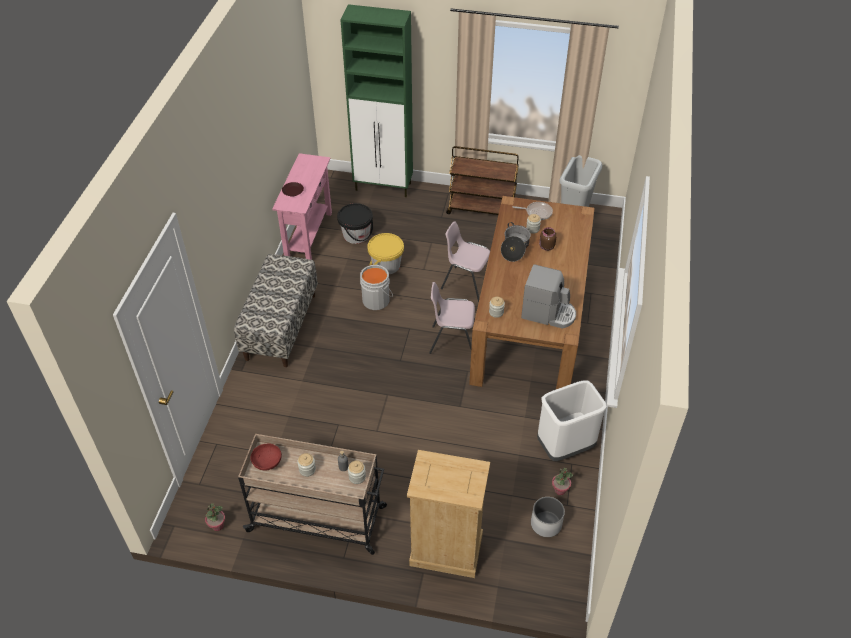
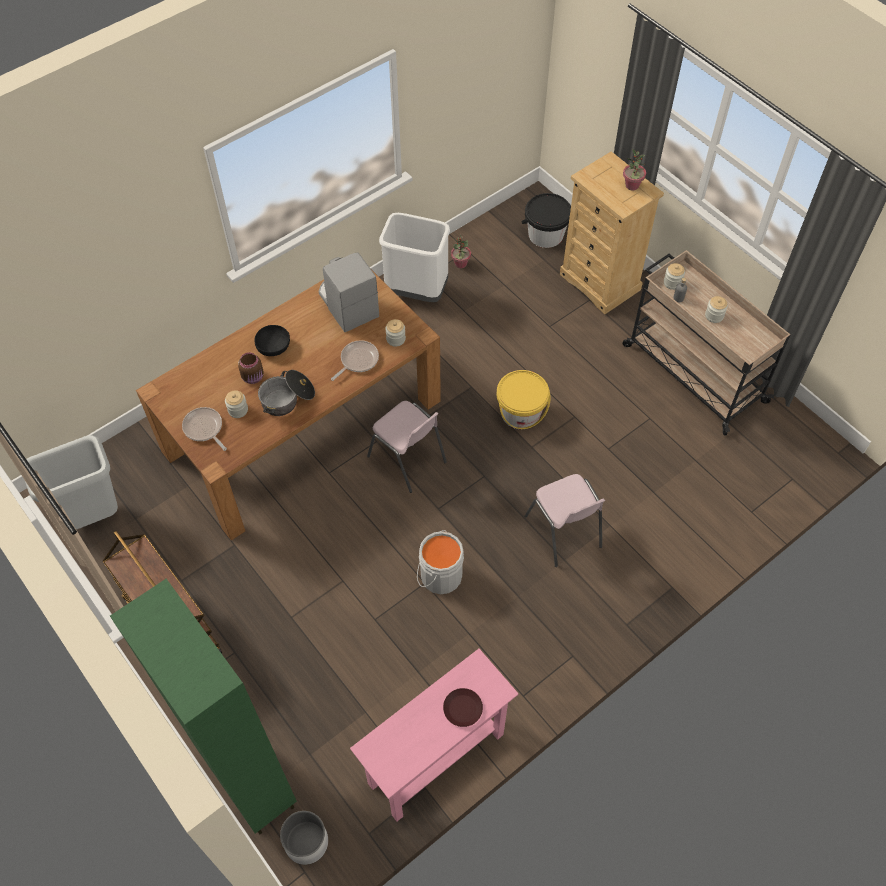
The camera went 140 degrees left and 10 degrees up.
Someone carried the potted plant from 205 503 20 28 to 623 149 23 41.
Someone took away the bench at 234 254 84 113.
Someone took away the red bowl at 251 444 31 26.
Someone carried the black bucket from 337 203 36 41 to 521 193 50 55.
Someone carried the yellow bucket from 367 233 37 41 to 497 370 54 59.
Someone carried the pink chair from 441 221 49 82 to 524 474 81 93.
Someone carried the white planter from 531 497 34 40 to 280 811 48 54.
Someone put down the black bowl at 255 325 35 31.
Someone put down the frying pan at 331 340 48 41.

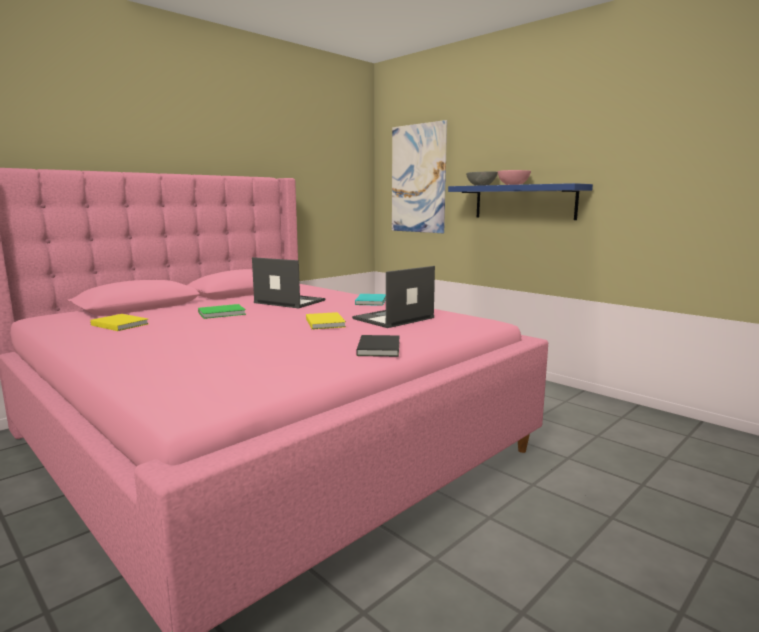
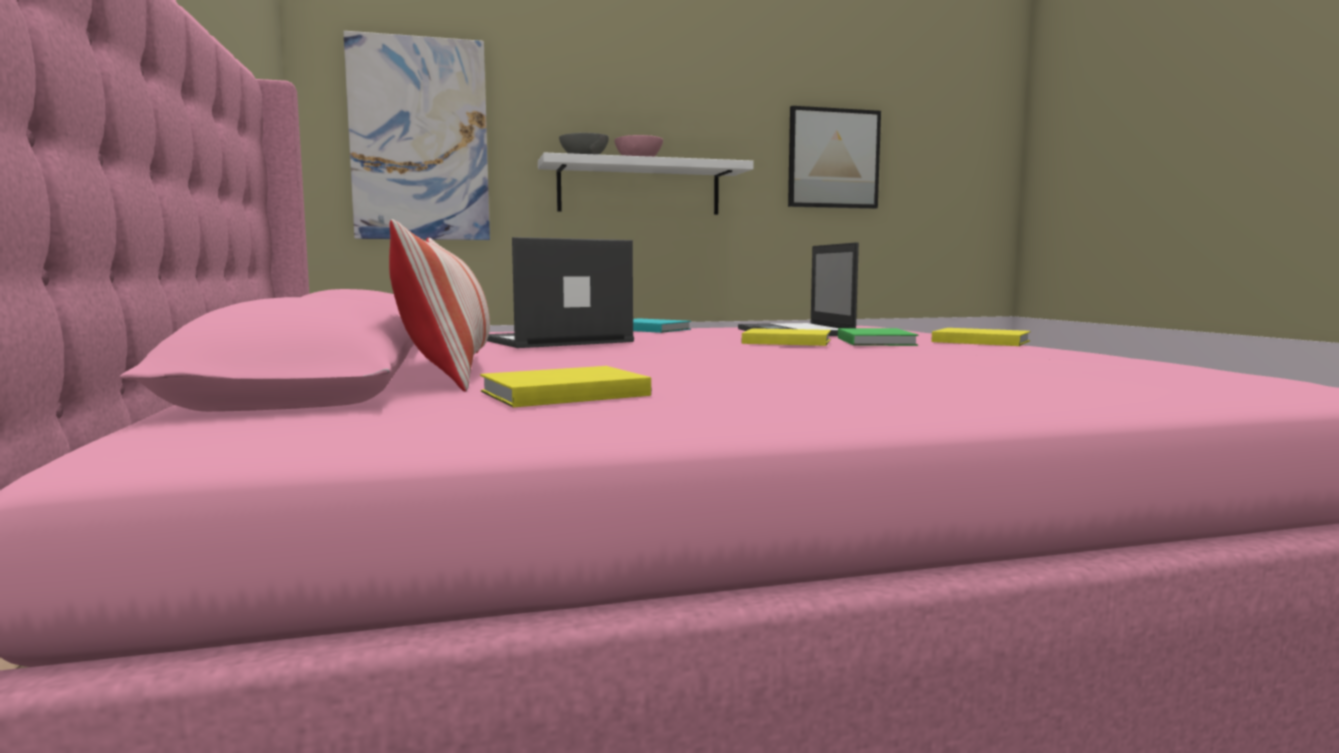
The camera went 60 degrees left and 5 degrees down.
Someone carried the green book from 198 304 48 15 to 838 328 80 18.
Someone repainted the black book at 356 335 44 22, which became the yellow book at 932 328 99 18.
Someone repainted the blue shelf at 448 183 145 37, which became the white shelf at 538 153 216 62.
Someone put down the pillow at 389 219 101 173.
Someone put up the picture at 788 106 93 103.

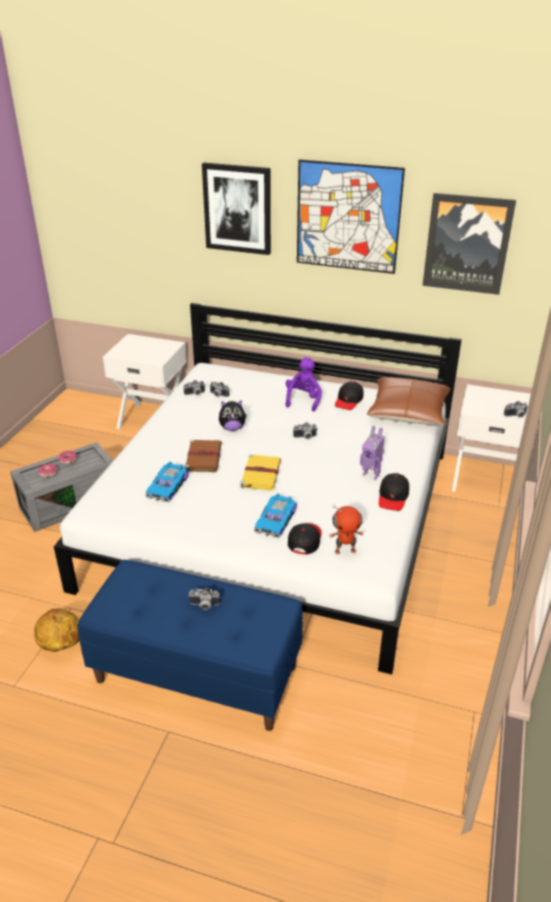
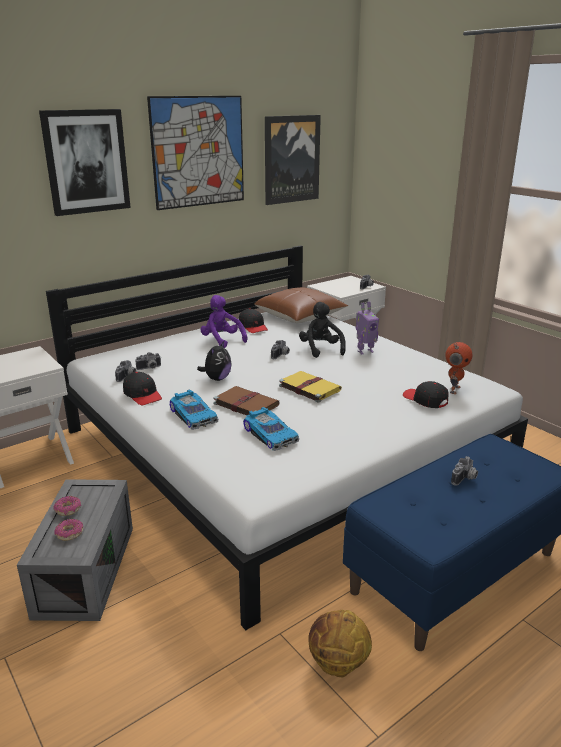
The camera went 55 degrees left and 10 degrees down.
Someone carried the toy car from 254 493 42 45 to 170 390 48 40.
Someone carried the black cap from 379 473 30 38 to 123 372 39 33.
Someone put down the black plush toy at 299 302 47 56.

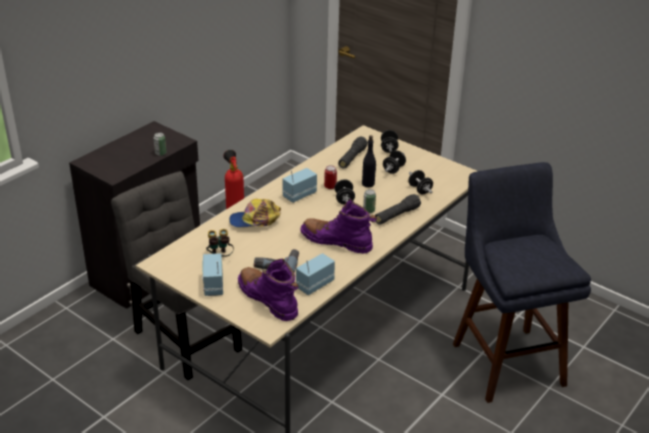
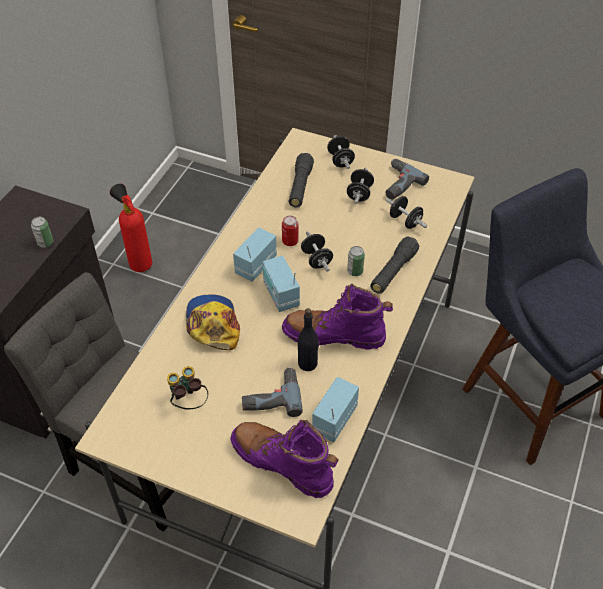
The camera went 15 degrees left and 15 degrees up.
Someone carried the radio from 202 253 21 43 to 262 255 38 57.
Someone rotated the cap at 229 199 52 29 by 105 degrees clockwise.
Someone carried the black bottle from 362 135 14 52 to 298 308 21 63.
Someone put down the power drill at 386 159 43 41.

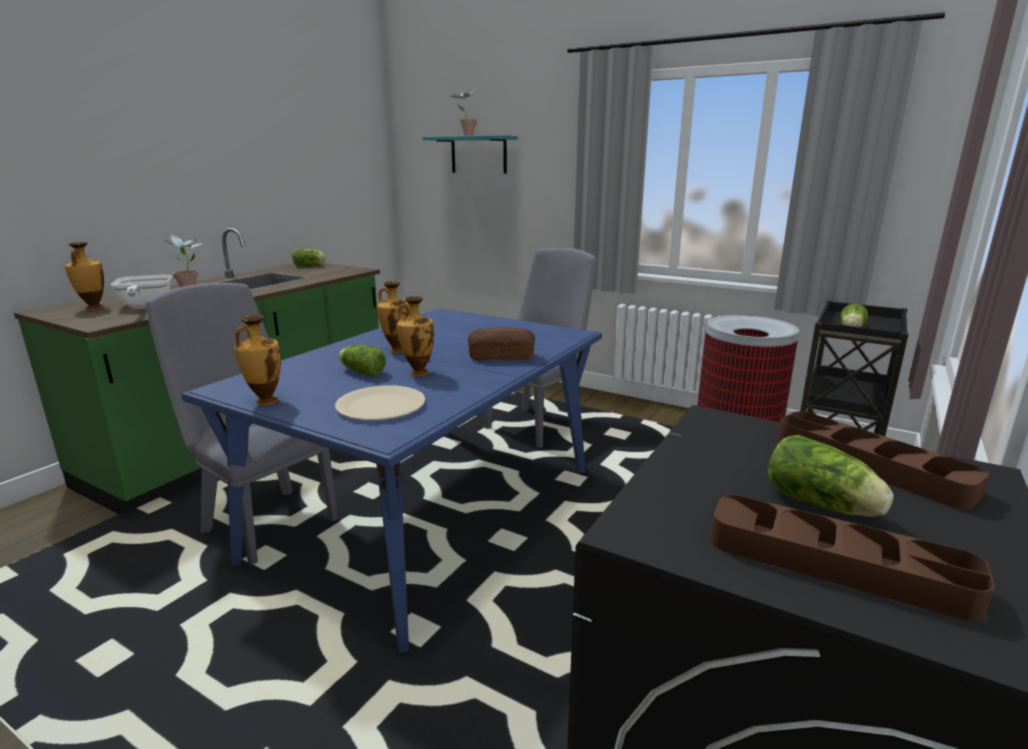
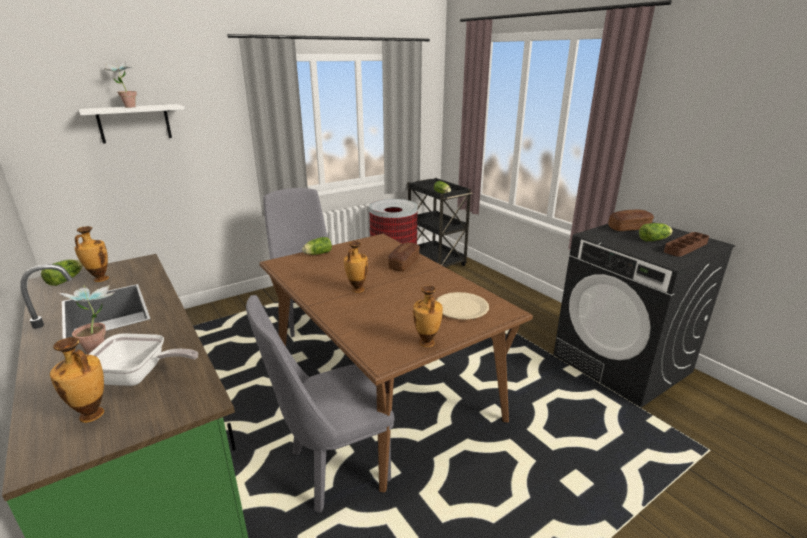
The camera went 65 degrees left and 5 degrees up.
Someone repainted the blue dining table at 181 308 421 345, which became the brown dining table at 259 234 274 258.
Someone carried the lettuce from 338 344 48 32 to 302 237 30 18.
Someone carried the vase from 397 296 37 80 to 74 226 35 56.
Someone repainted the turquoise shelf at 422 135 96 39, which became the white shelf at 78 104 107 40.
Someone swapped the brown tray at 778 411 211 98 for the bread at 608 210 46 21.

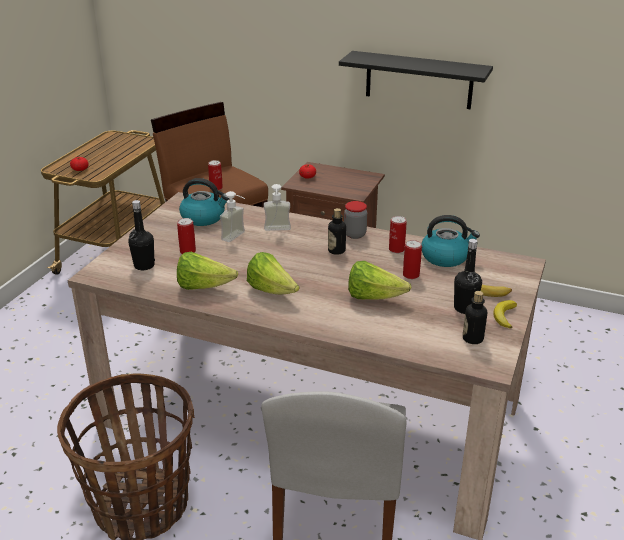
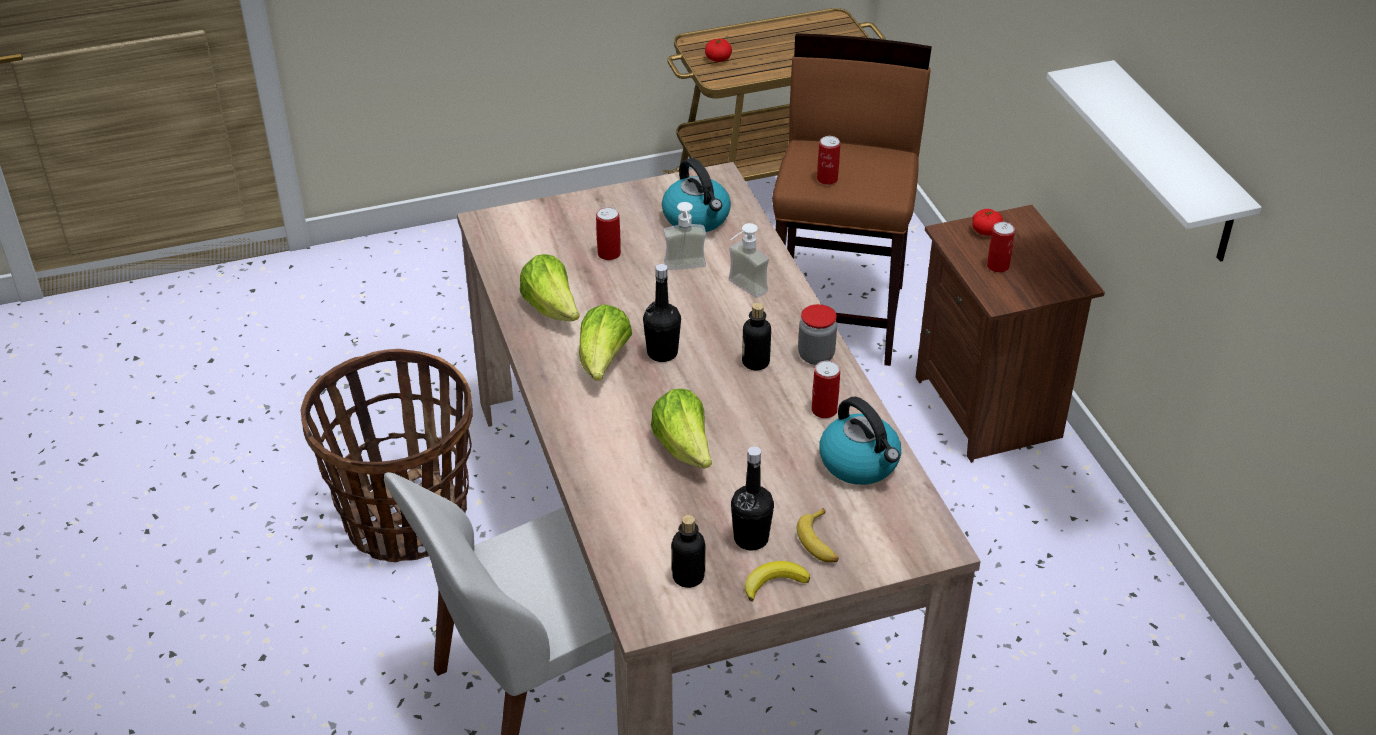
The camera went 50 degrees right and 10 degrees up.
Someone carried the black bottle from 128 200 27 70 to 643 264 38 98.
Someone repainted the black shelf at 339 51 154 58, which became the white shelf at 1047 60 214 202.
Someone carried the can from 403 240 19 39 to 987 222 28 51.

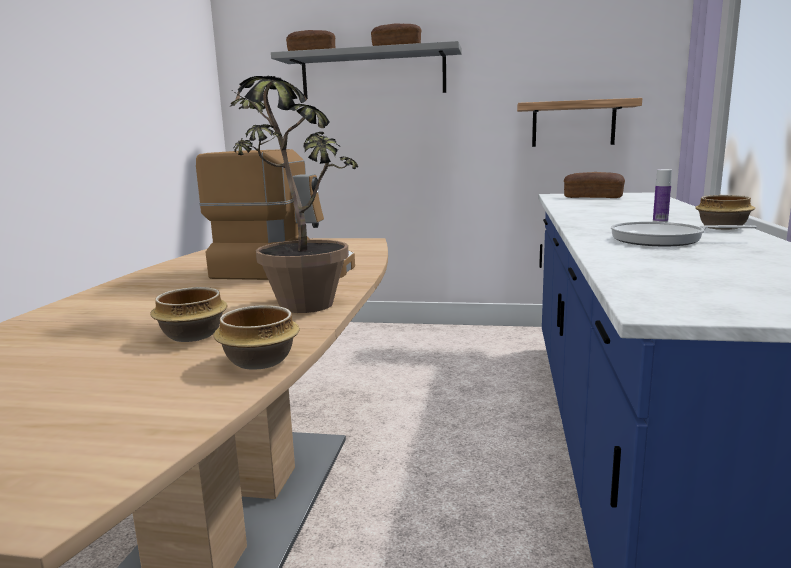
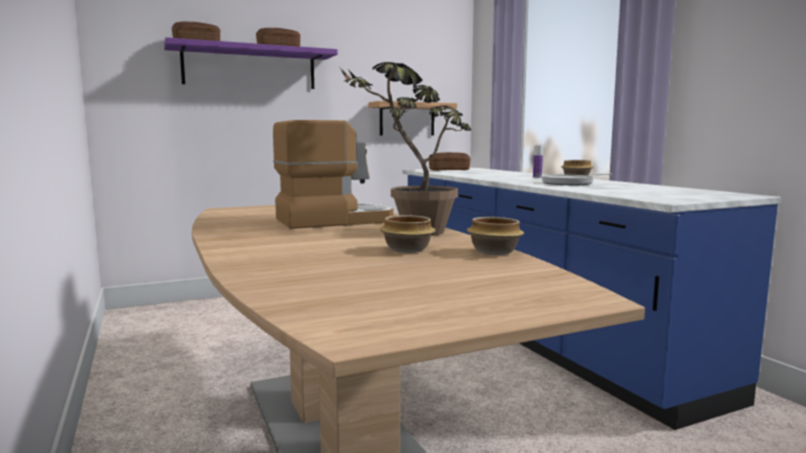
The camera went 35 degrees left and 5 degrees down.
Someone repainted the grey shelf at 271 41 191 58, which became the purple shelf at 164 37 174 52.

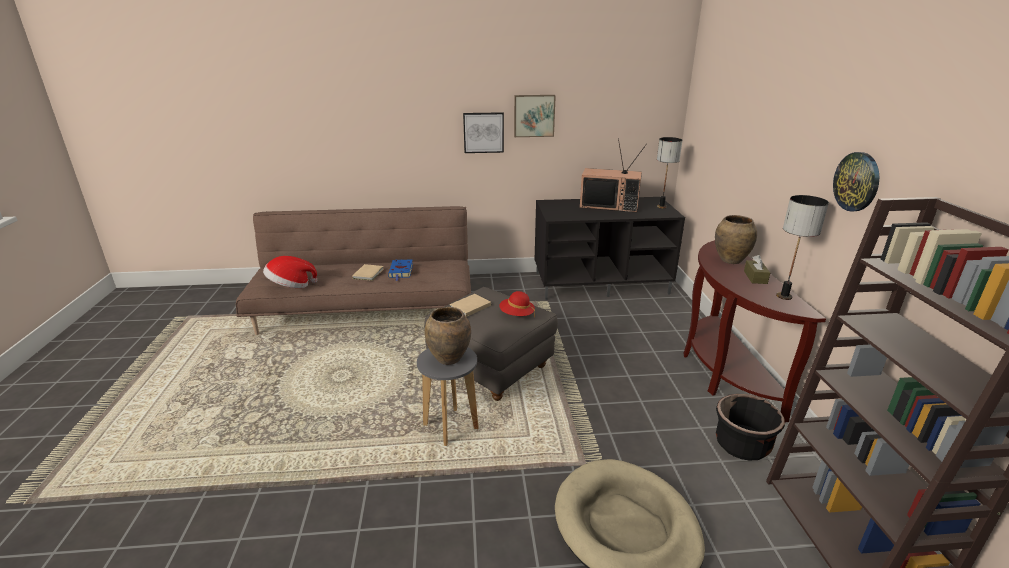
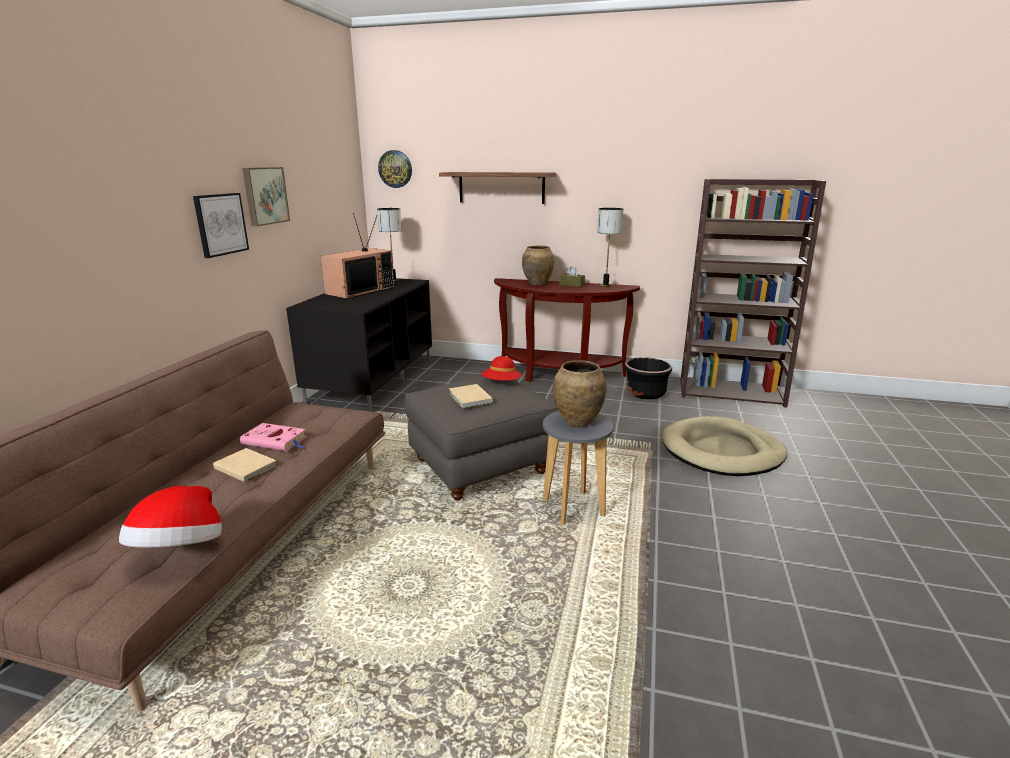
The camera went 70 degrees left and 5 degrees down.
Someone repainted the blue book at 388 259 25 22, which became the pink book at 240 423 67 28.
Someone carried the wall clock from 833 152 46 59 to 378 150 34 38.
Someone put up the shelf at 439 172 117 32.

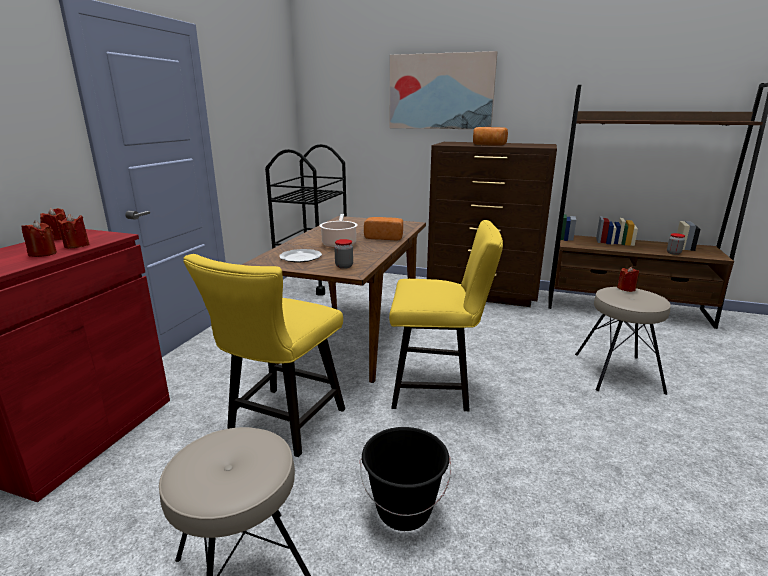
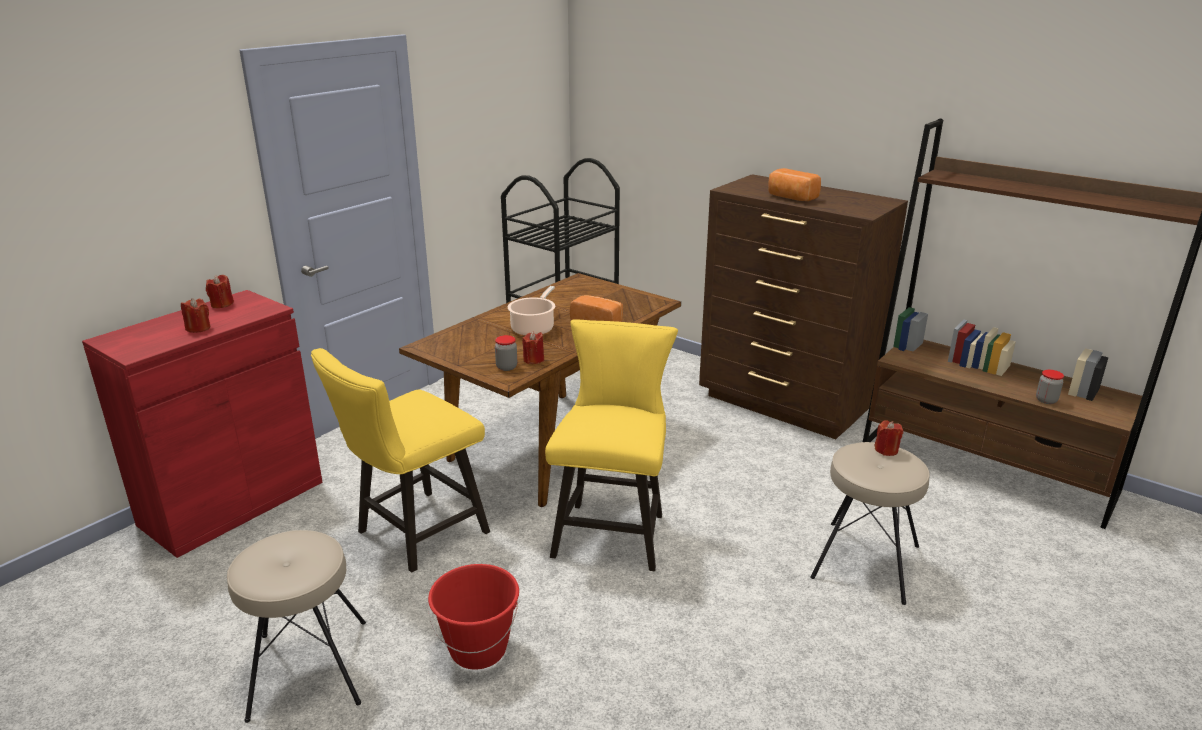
The camera went 20 degrees right and 5 degrees up.
Someone carried the red candle from 58 214 31 35 to 522 331 22 33.
Someone took away the plate at 279 249 43 13.
Someone repainted the black bucket at 360 427 91 104, which became the red bucket at 428 564 91 105.
Someone rotated the yellow chair at 389 220 114 191 by 105 degrees counterclockwise.
Someone took away the picture at 390 51 107 78.

